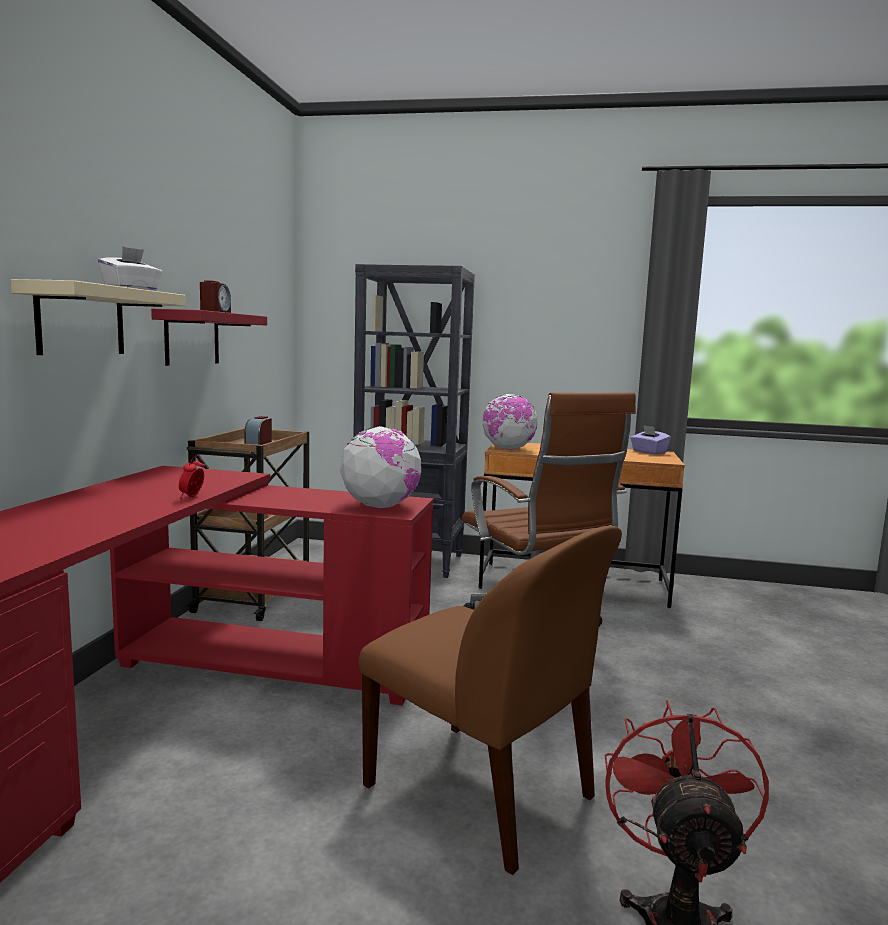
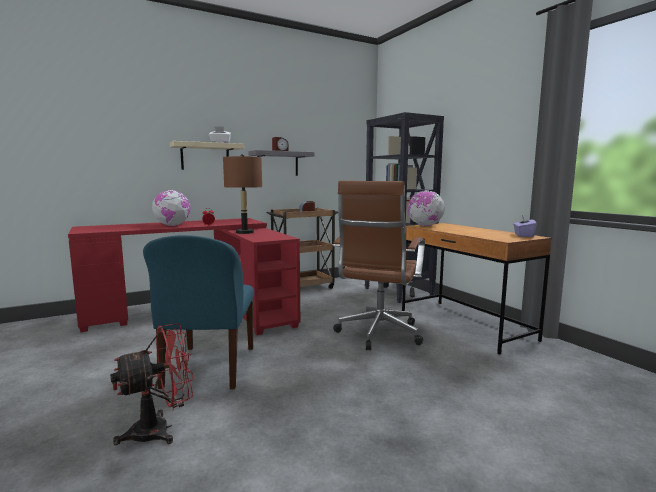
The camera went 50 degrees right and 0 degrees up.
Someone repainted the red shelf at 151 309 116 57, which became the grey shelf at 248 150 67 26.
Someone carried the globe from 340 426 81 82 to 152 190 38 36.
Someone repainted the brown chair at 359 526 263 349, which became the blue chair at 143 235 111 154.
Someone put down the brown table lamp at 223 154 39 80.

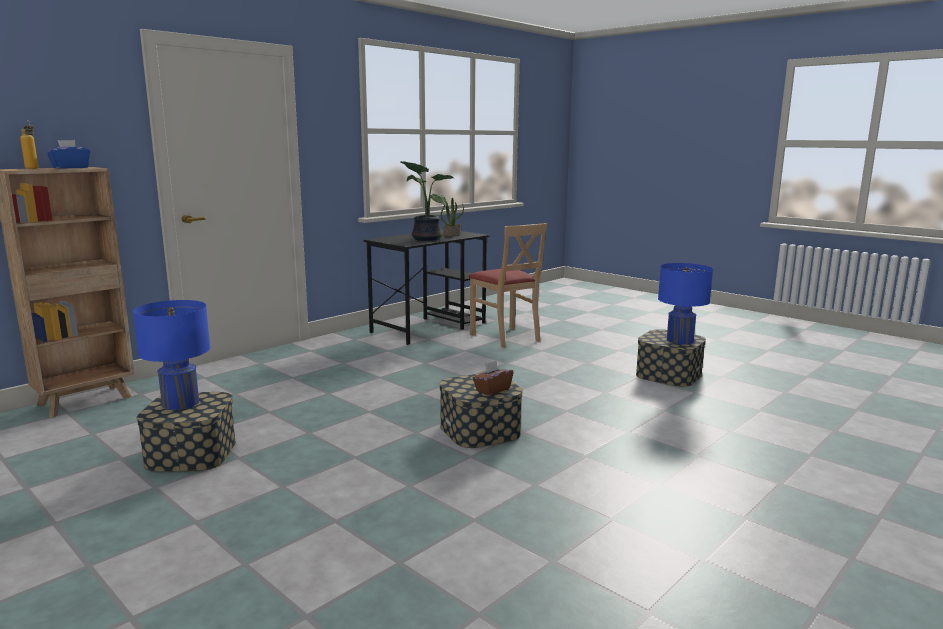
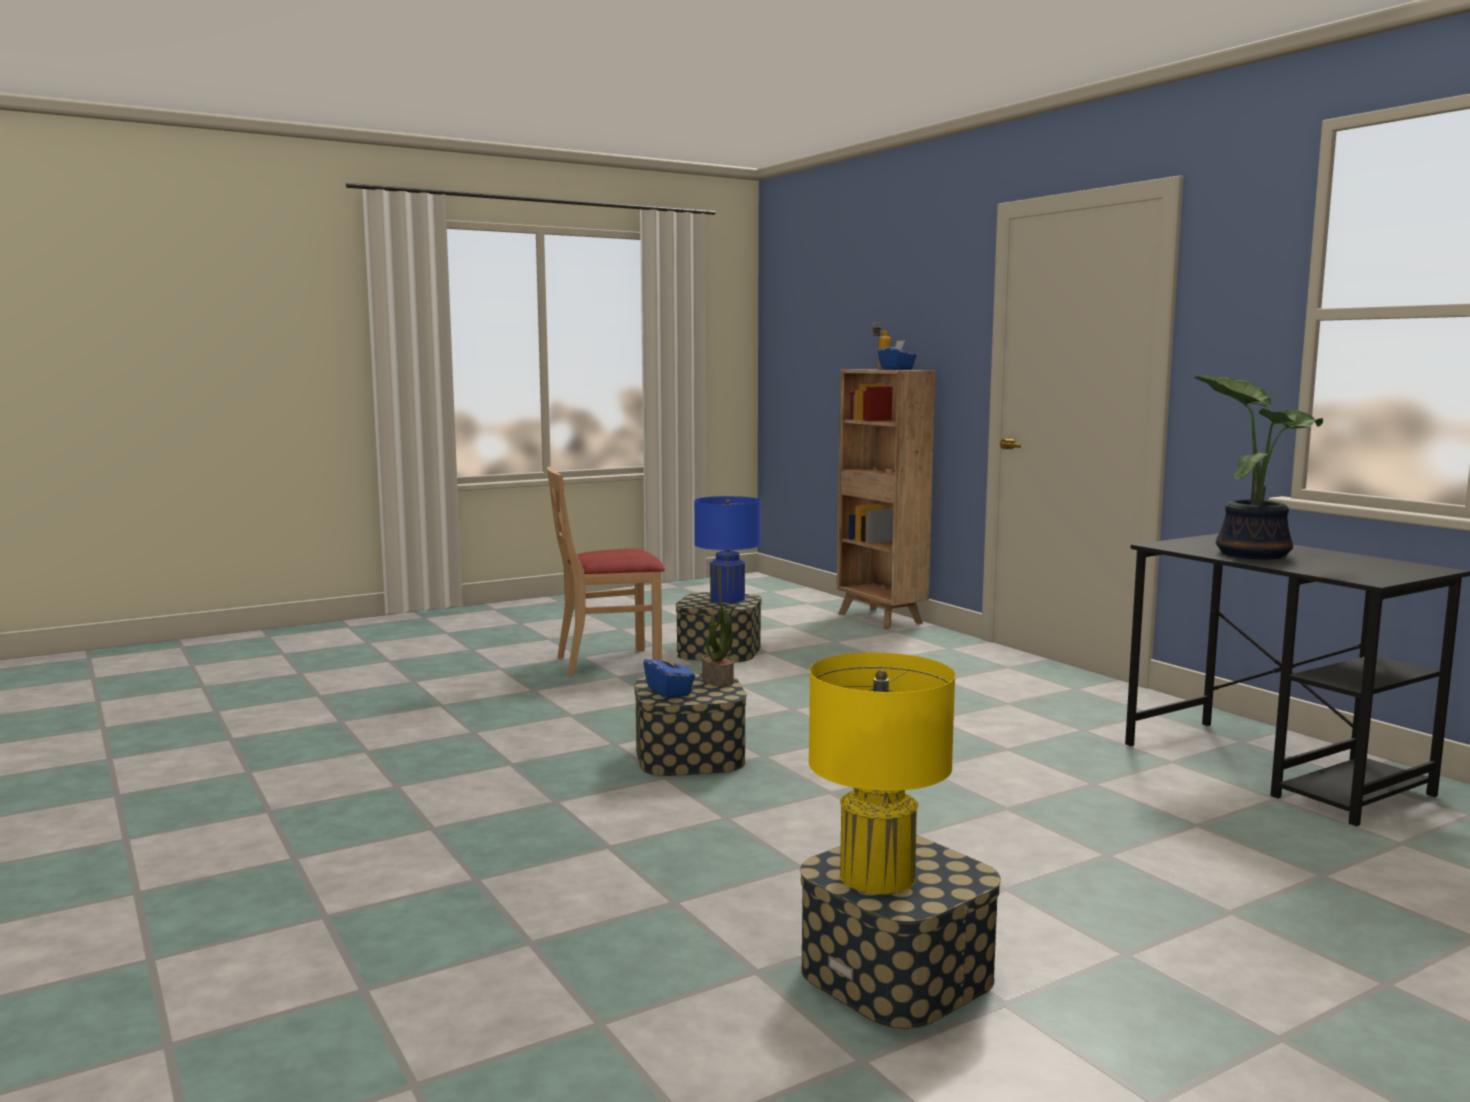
The camera went 105 degrees right and 5 degrees down.
Someone carried the potted plant from 441 198 23 38 to 702 600 36 87.
Someone carried the beige chair from 468 223 79 125 to 547 466 118 211.
Someone repainted the brown tissue box at 473 360 41 35, which became the blue tissue box at 643 648 52 50.
Someone repainted the blue table lamp at 658 263 55 82, which became the yellow table lamp at 809 653 147 242.

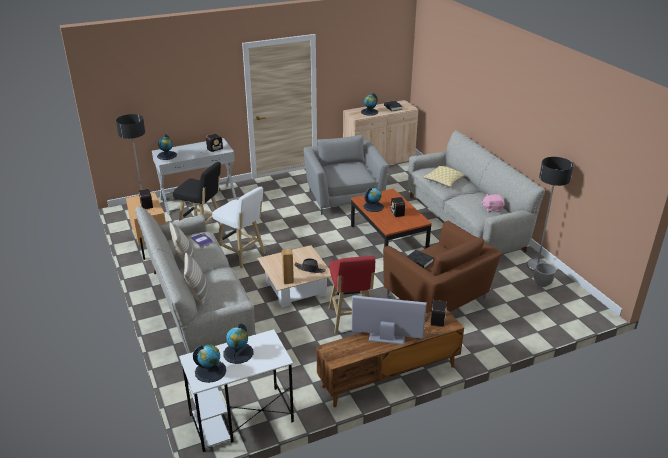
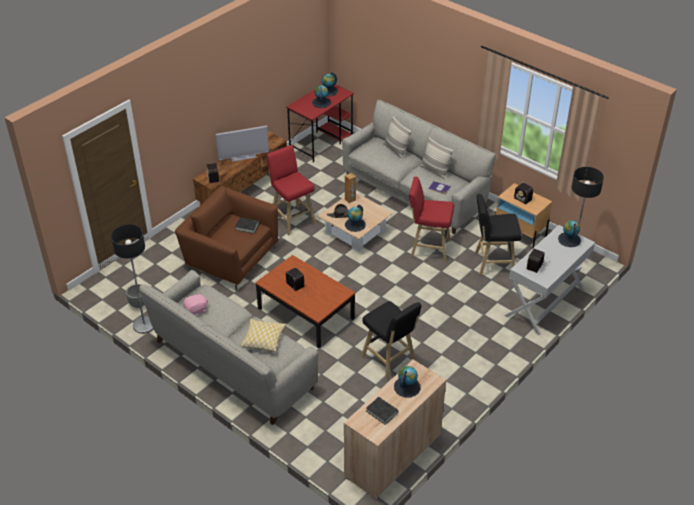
The camera went 155 degrees right and 10 degrees up.
Someone repainted the white desk at 179 329 115 123, which became the red desk at 286 84 68 78.
Someone repainted the white stool at 212 187 53 82, which became the red stool at 409 176 45 86.
Someone swapped the grey armchair at 304 135 85 80 for the black stool at 361 301 60 79.
Someone carried the globe from 363 187 21 25 to 345 205 21 27.

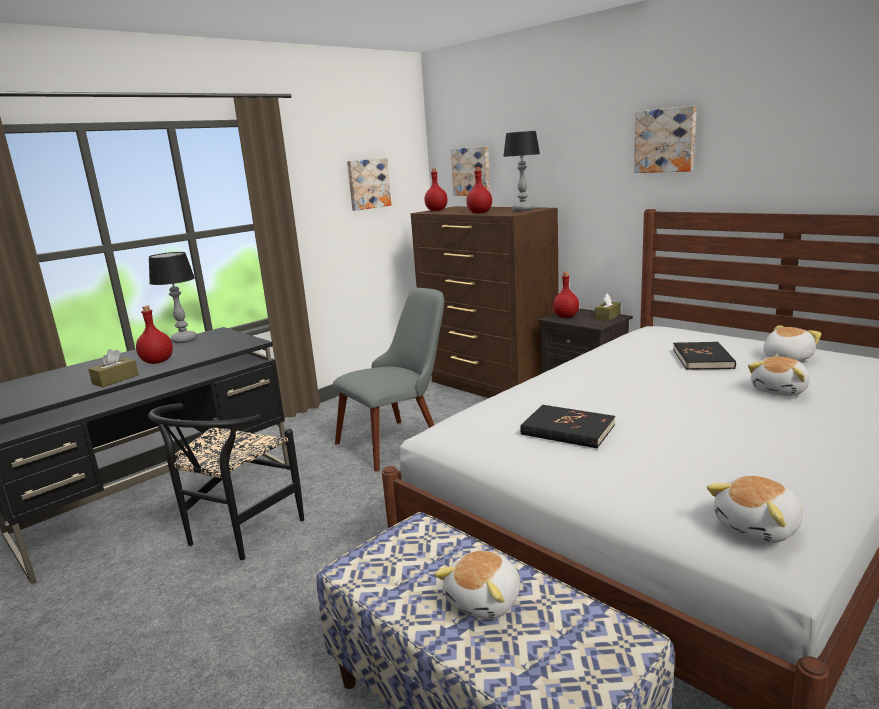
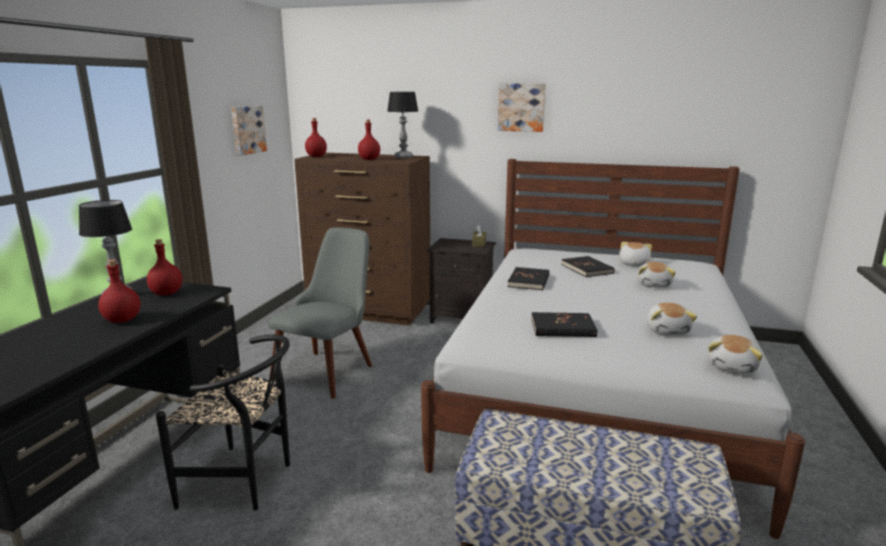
The camera went 30 degrees left and 0 degrees up.
Someone took away the brown tissue box at 88 349 51 38.
Someone rotated the black chair at 148 403 156 157 by 75 degrees counterclockwise.
Someone carried the plush toy from 434 551 86 68 to 646 303 51 32.
Someone took away the picture at 451 146 39 50.
Someone carried the red bottle from 553 272 26 46 to 147 239 35 56.
Someone put down the black book at 508 267 41 23.

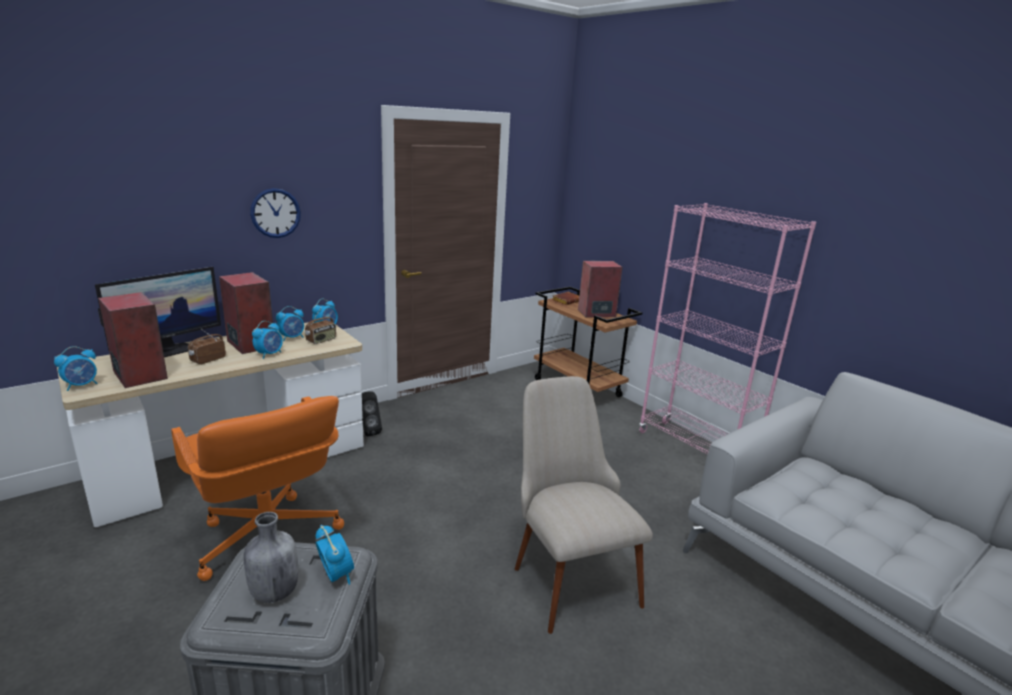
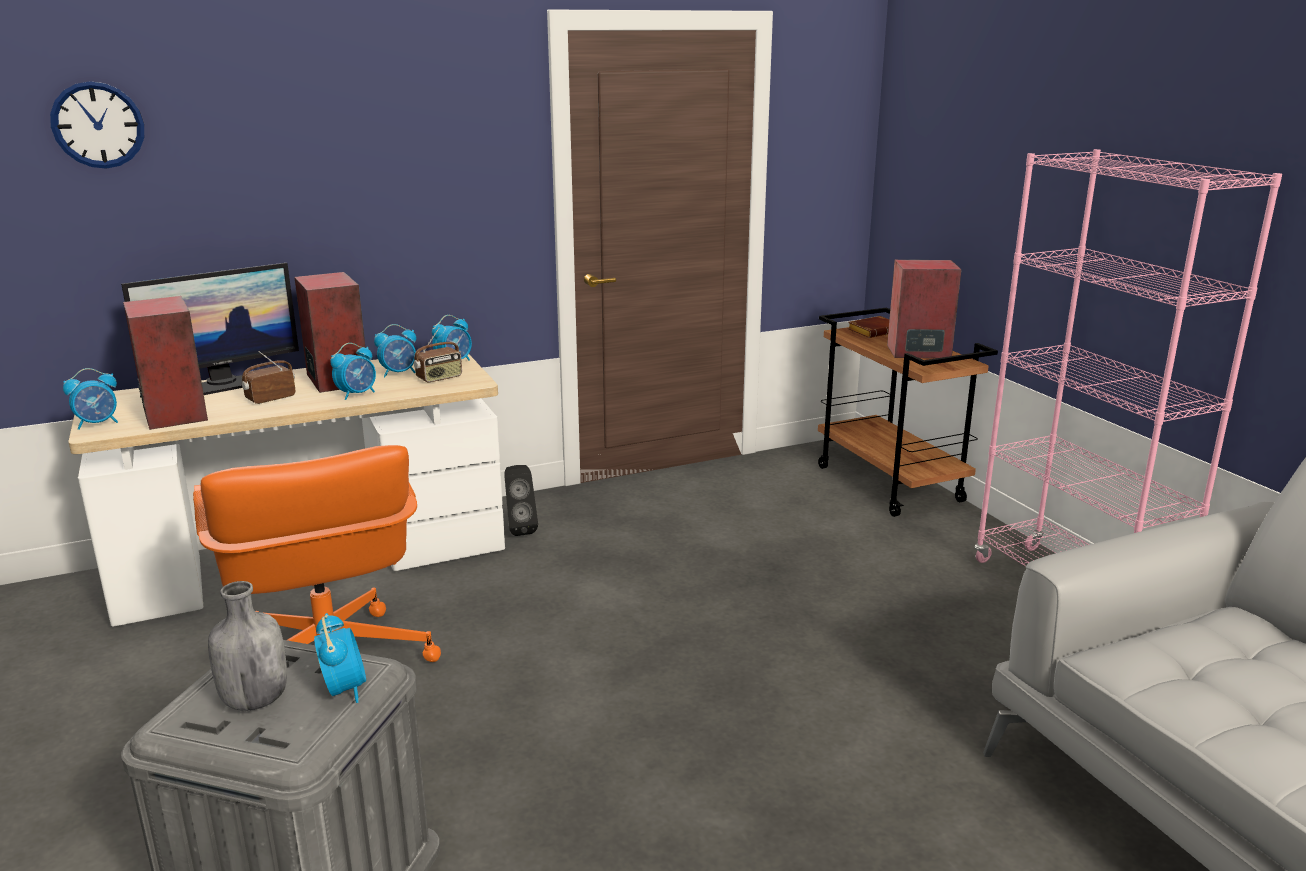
The camera went 15 degrees right and 0 degrees up.
Someone carried the wall clock from 250 188 51 50 to 50 81 94 88.
Someone took away the beige chair at 515 376 138 258.

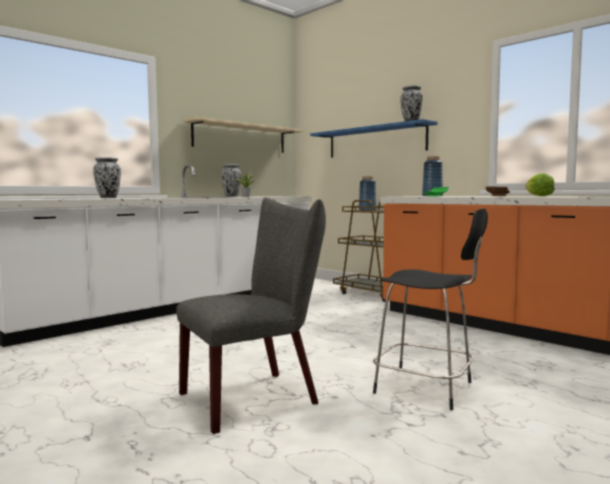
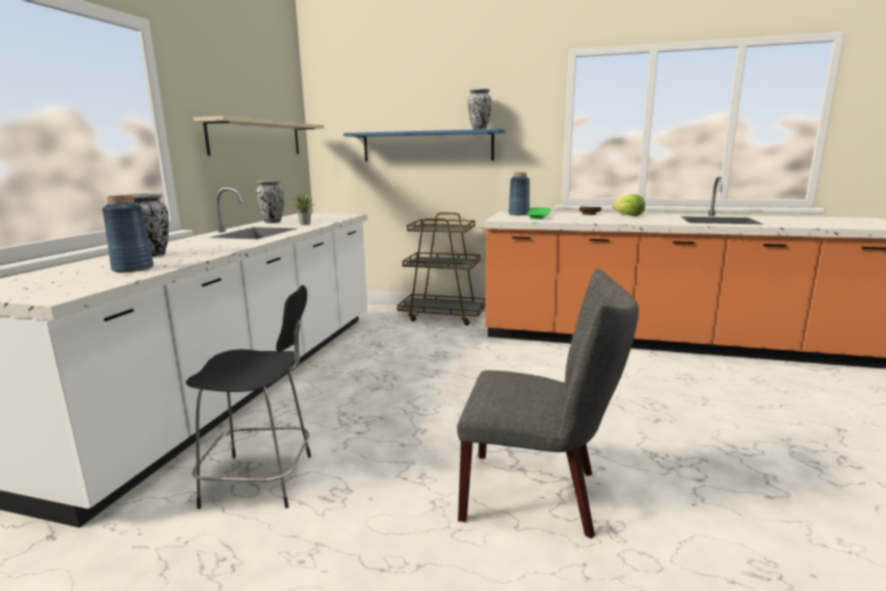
The camera went 30 degrees left and 10 degrees up.
Someone rotated the grey chair at 176 198 150 236 by 75 degrees clockwise.
Someone carried the blue vase from 359 176 17 35 to 102 195 52 77.
Someone carried the black stool from 373 209 115 201 to 186 285 125 224.

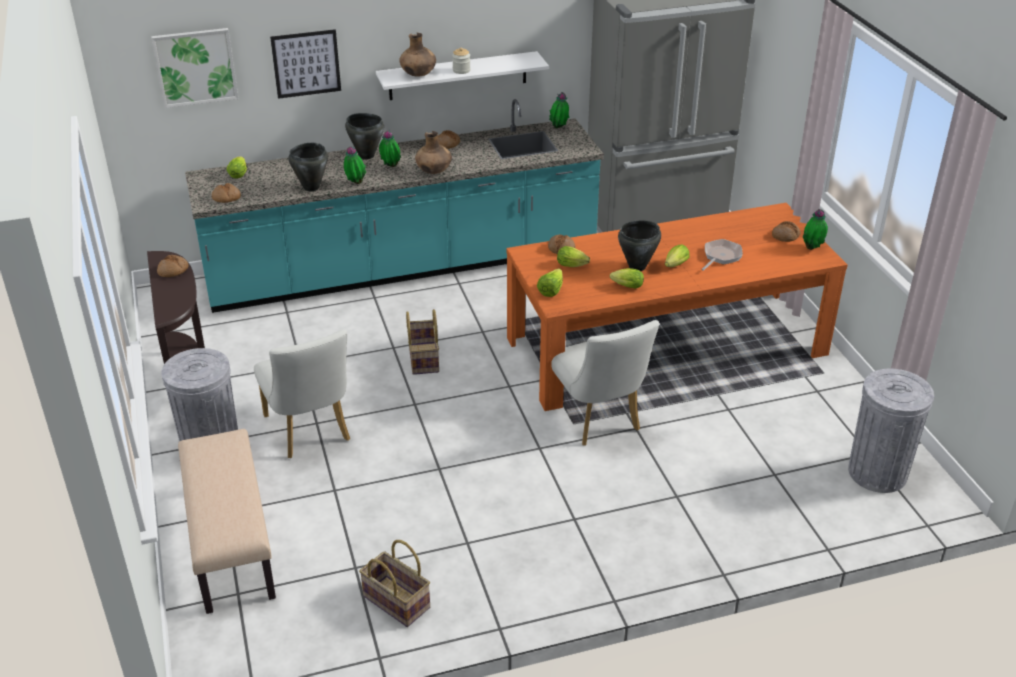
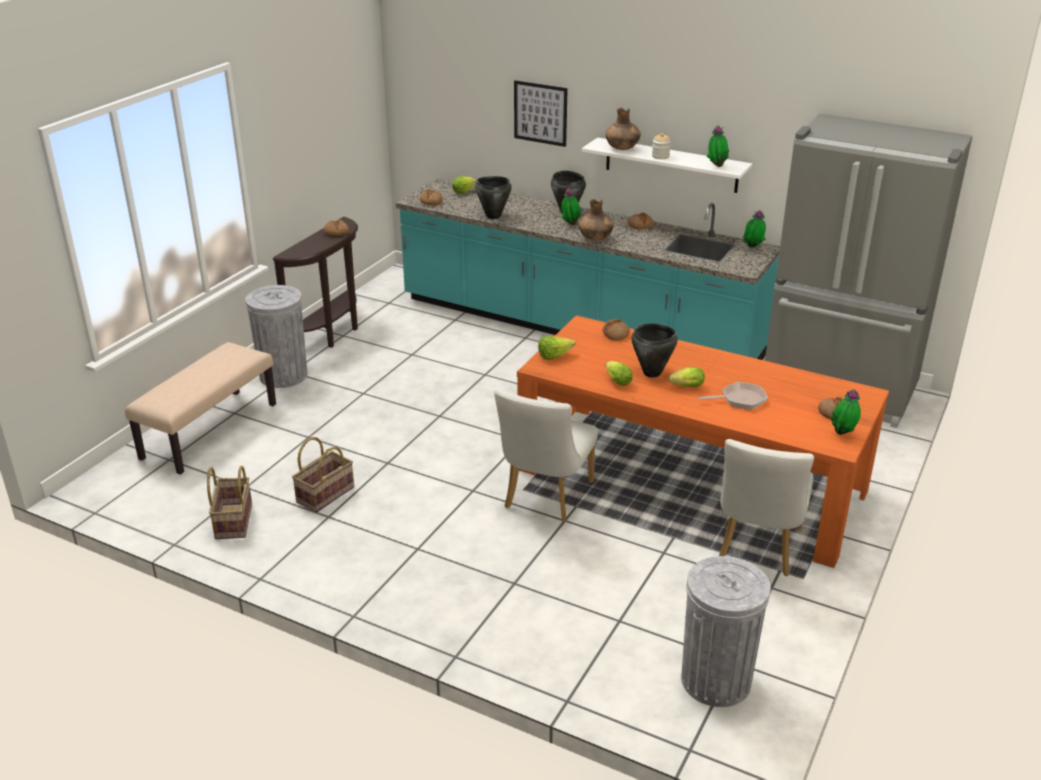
The camera went 45 degrees right and 5 degrees down.
Someone took away the picture at 151 28 87 80.
Someone carried the white chair from 254 330 96 128 to 719 439 95 137.
Someone carried the potted plant from 344 146 22 38 to 707 126 22 41.
Someone carried the basket from 406 309 33 66 to 292 437 62 76.
Someone took away the lettuce at 557 246 33 21.

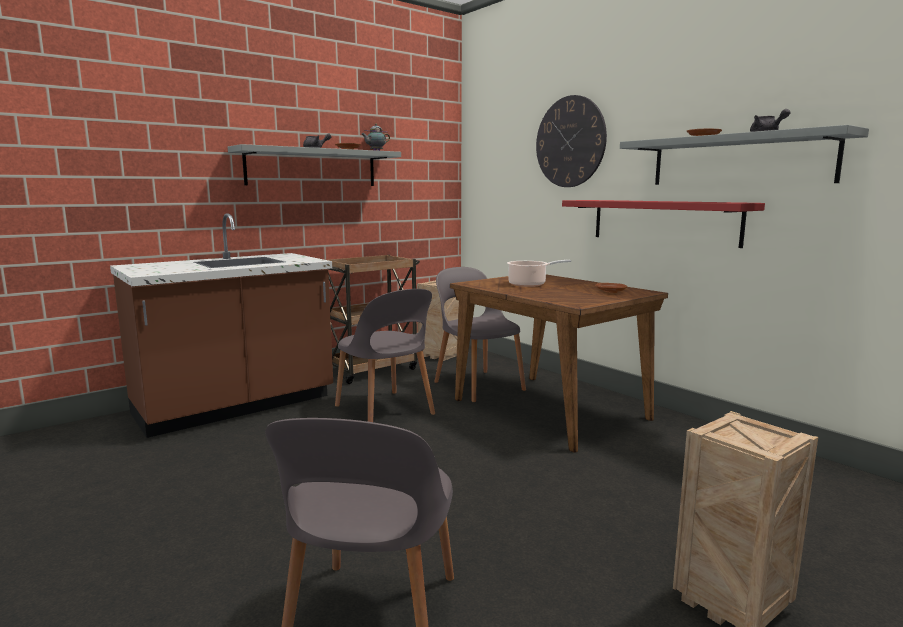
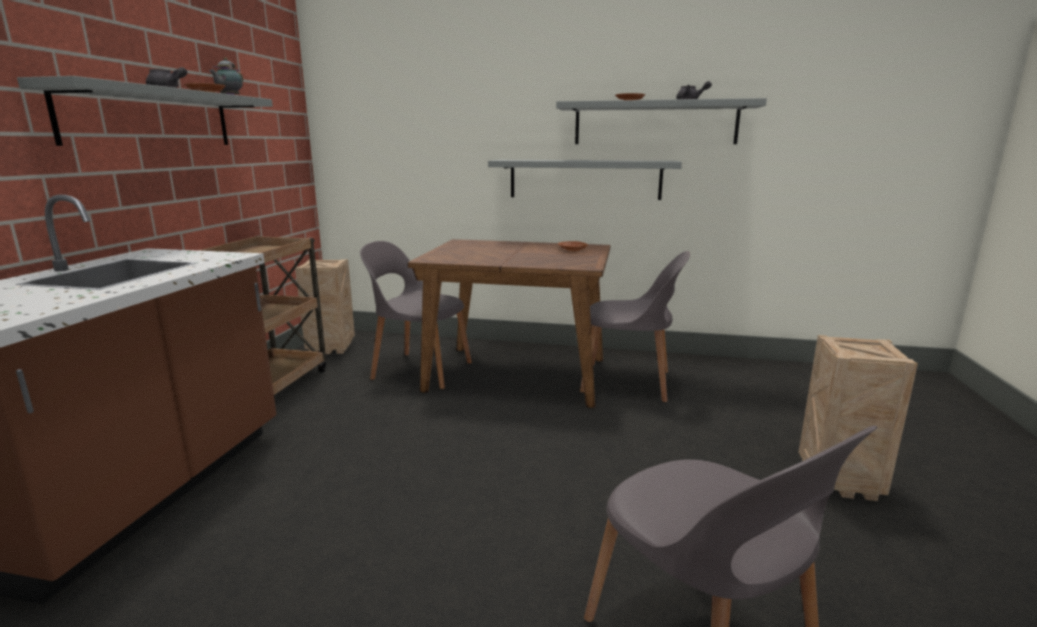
The camera went 40 degrees left and 5 degrees up.
Someone carried the grey chair from 335 289 100 133 to 580 251 110 151.
Someone took away the cooking pot at 507 260 64 27.
Someone took away the wall clock at 536 95 71 92.
Someone repainted the red shelf at 562 200 203 48, which became the grey shelf at 488 160 194 40.

